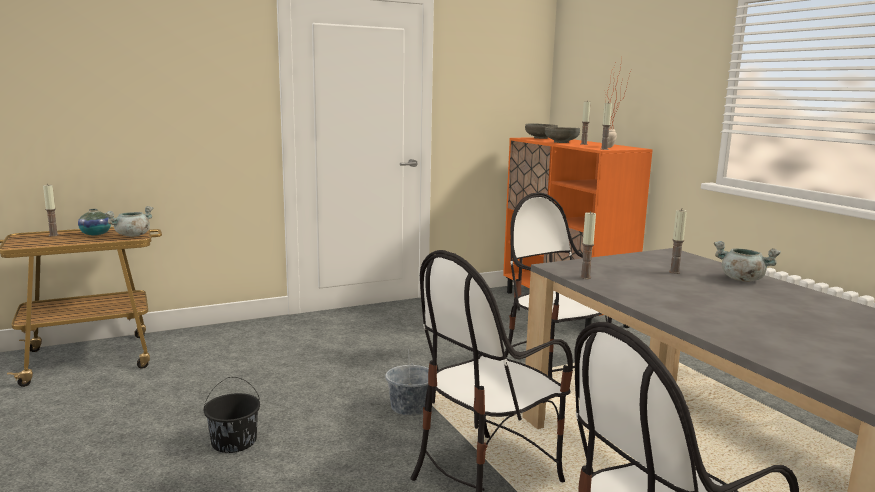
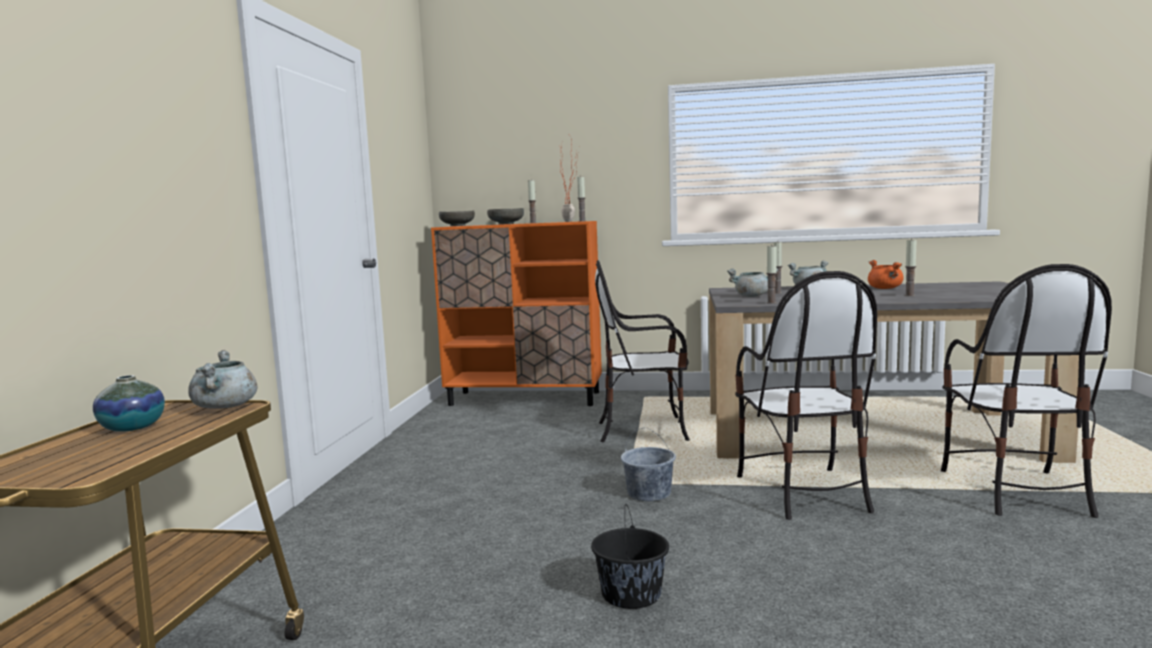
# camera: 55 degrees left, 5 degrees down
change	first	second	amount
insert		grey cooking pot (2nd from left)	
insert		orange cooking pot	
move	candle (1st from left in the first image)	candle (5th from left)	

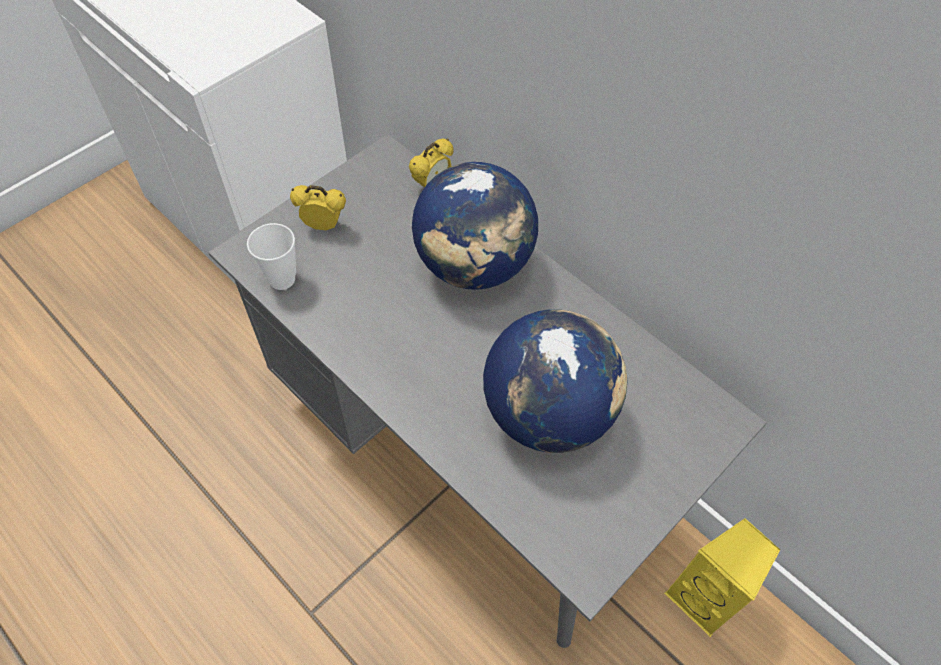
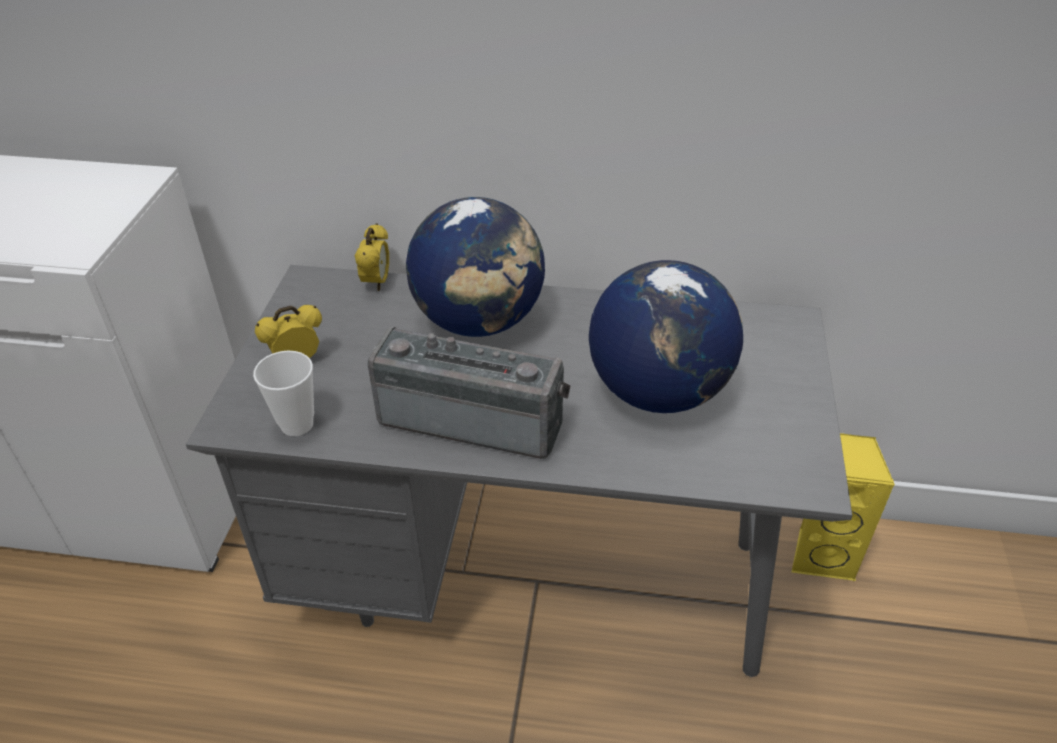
# camera: 35 degrees left, 15 degrees down
change	first	second	amount
insert		radio	

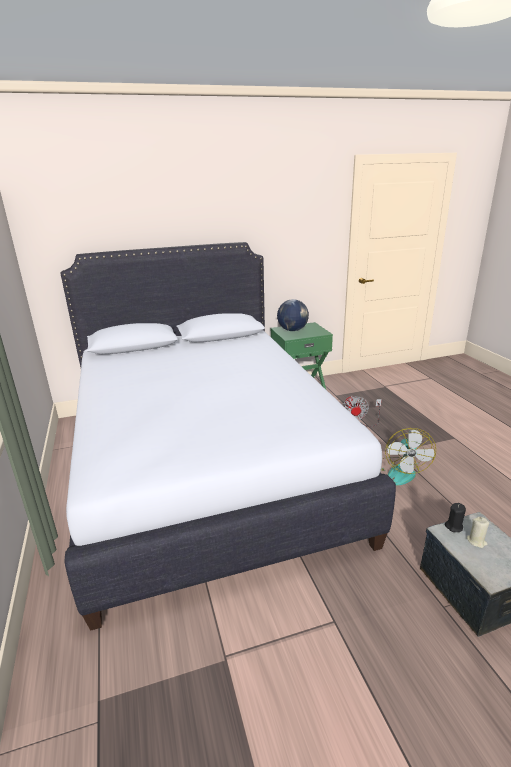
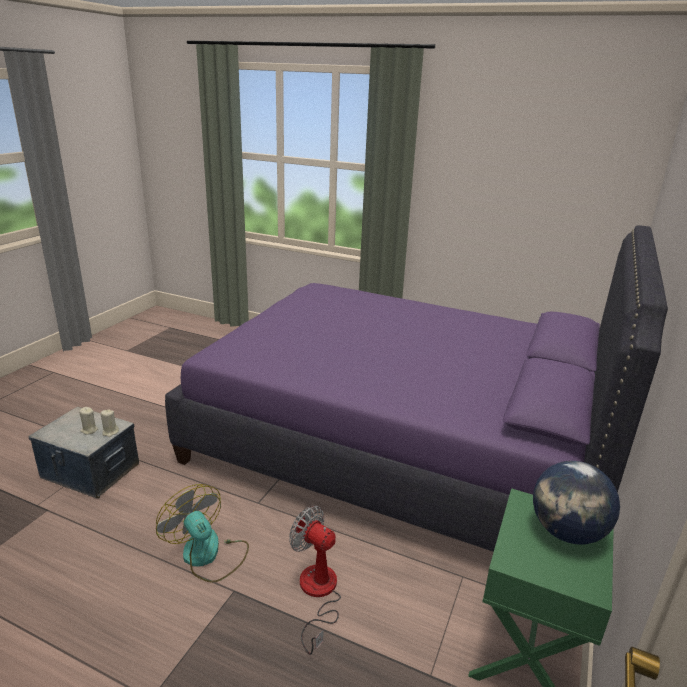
# camera: 130 degrees right, 0 degrees up
change	first	second	amount
recolor	black candle	beige candle (2nd from left)	
recolor	white bed	purple bed	

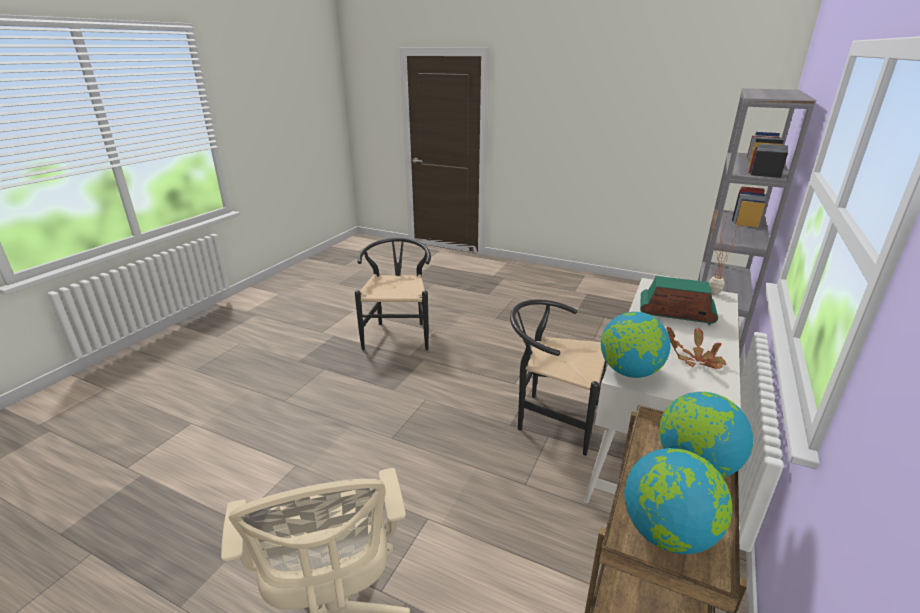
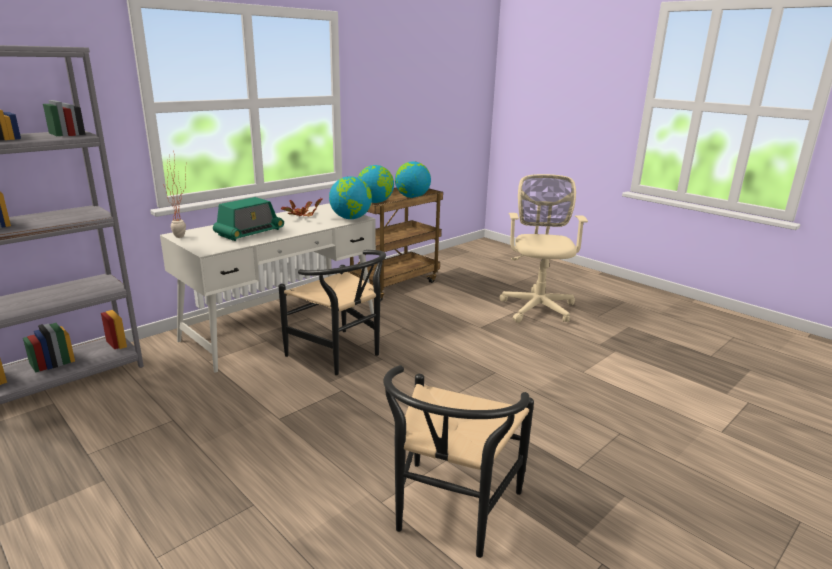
# camera: 160 degrees left, 5 degrees down
change	first	second	amount
rotate	radio		90 degrees counterclockwise

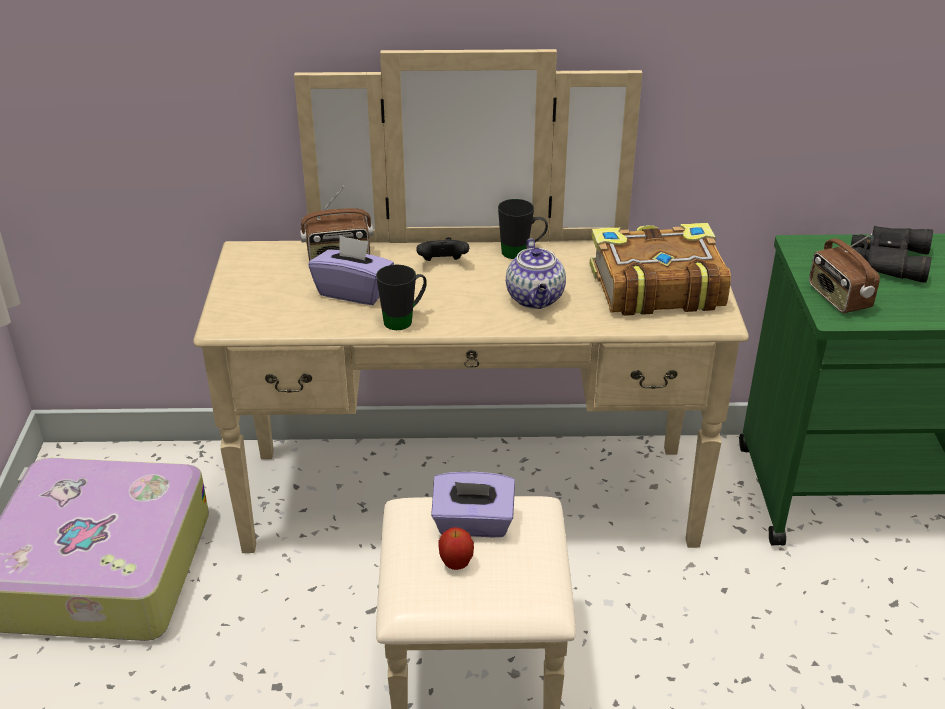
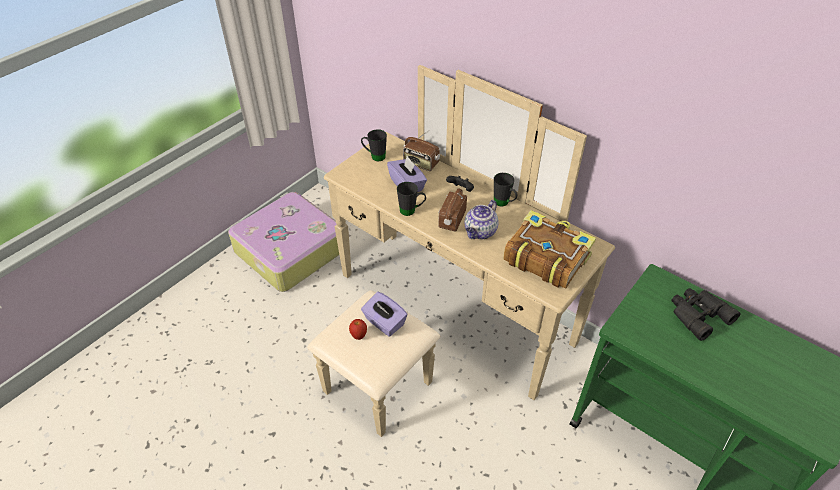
# camera: 40 degrees right, 10 degrees up
change	first	second	amount
insert		black mug (1st from left)	
move	radio (2nd from left)		

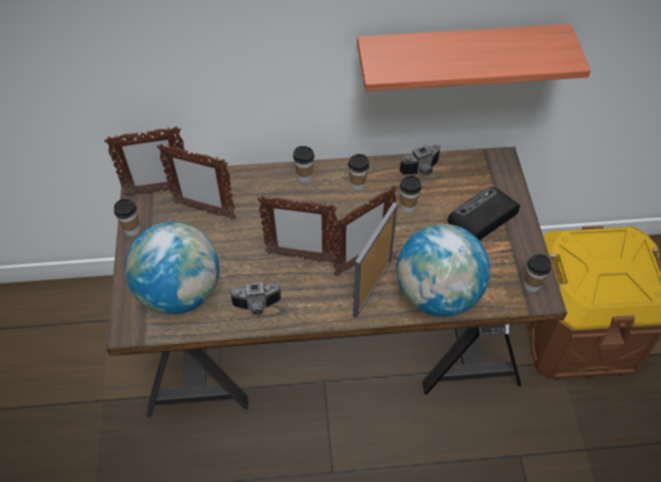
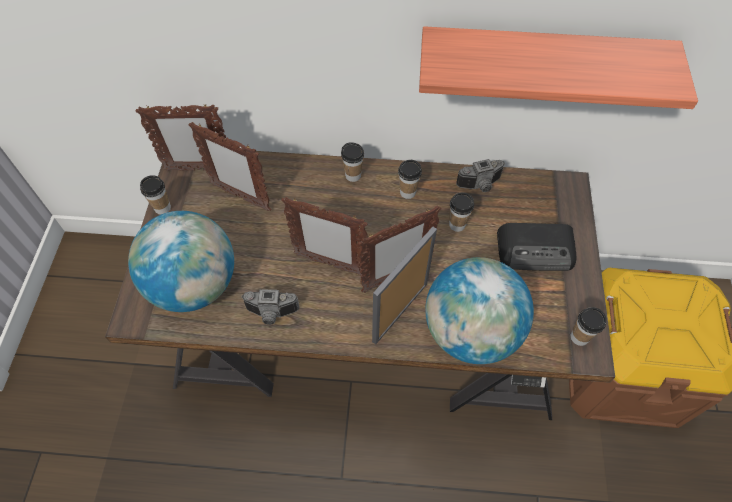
# camera: 10 degrees right, 5 degrees up
change	first	second	amount
rotate	radio		150 degrees counterclockwise

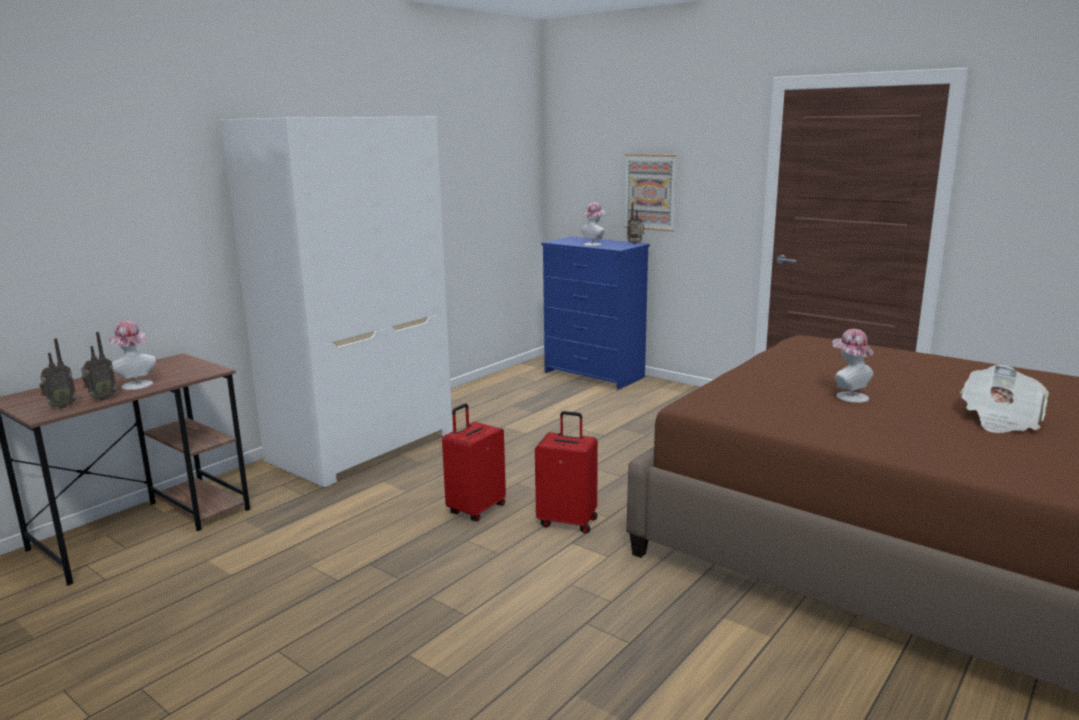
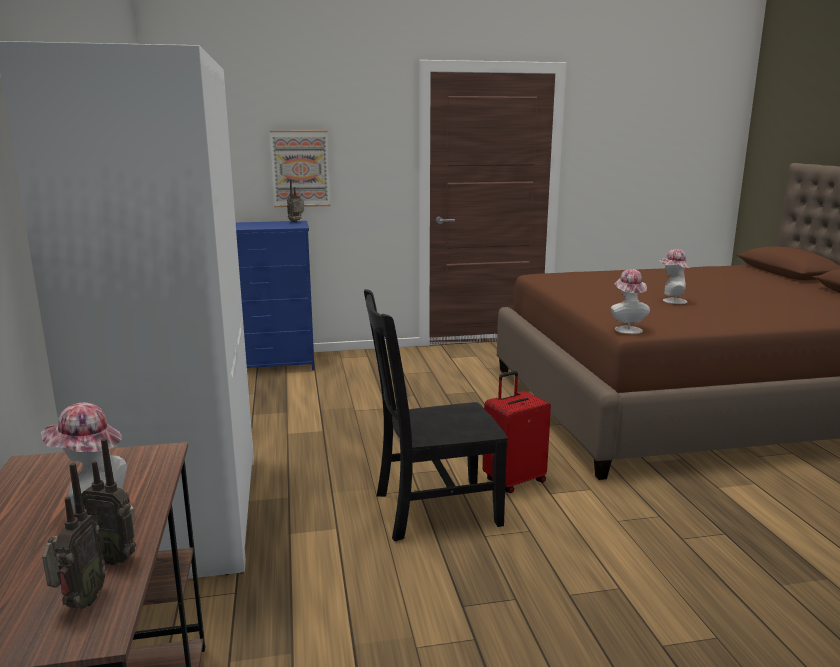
# camera: 50 degrees left, 0 degrees up
change	first	second	amount
rotate	radio (2nd from left)		105 degrees clockwise
replace	red suitcase (1st from left)	black chair	
move	hat (2nd from left)		
delete	newspaper		

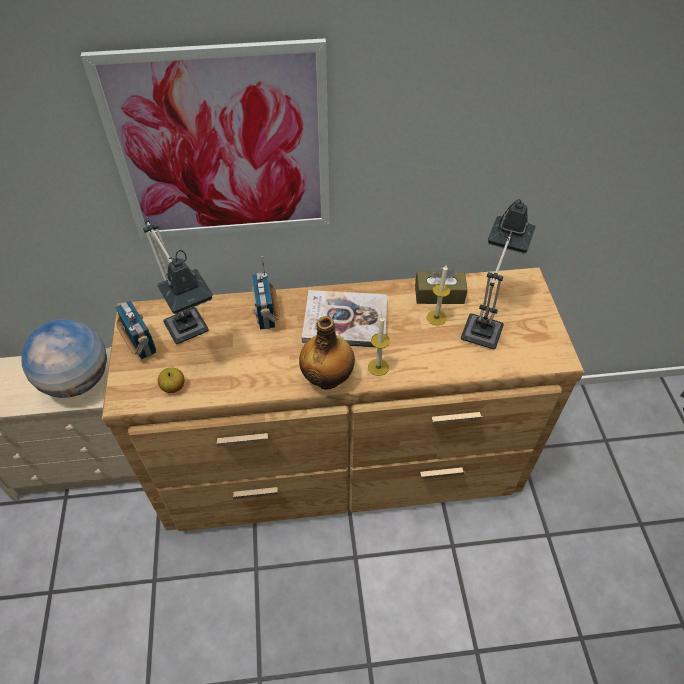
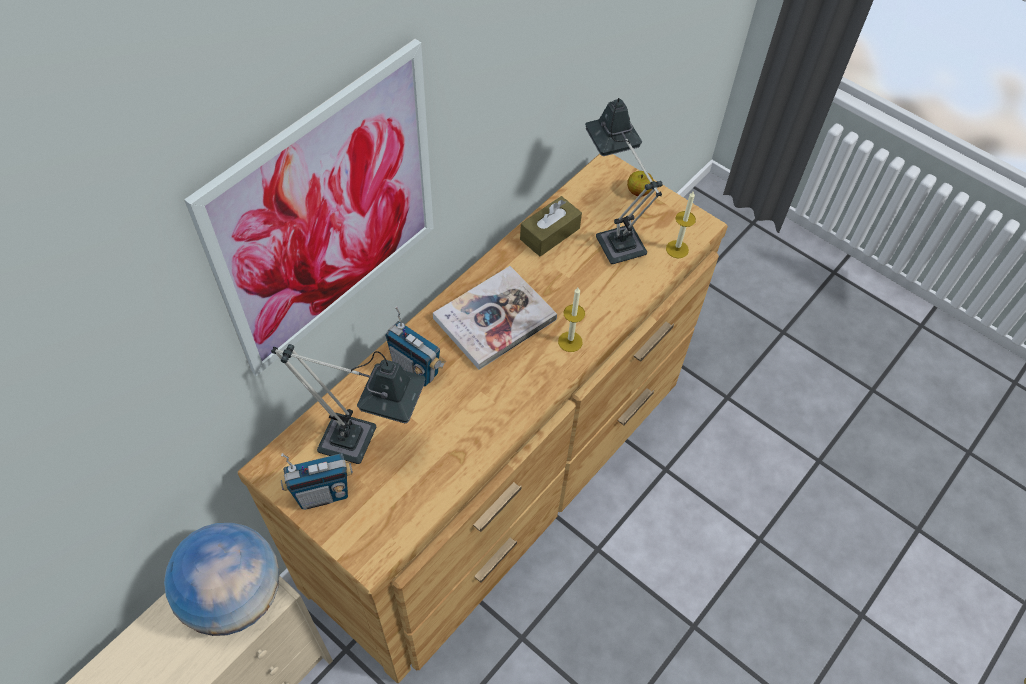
# camera: 45 degrees left, 5 degrees up
change	first	second	amount
rotate	radio (1st from left)		150 degrees clockwise
move	apple		
move	candle (2nd from left)		
delete	bottle		

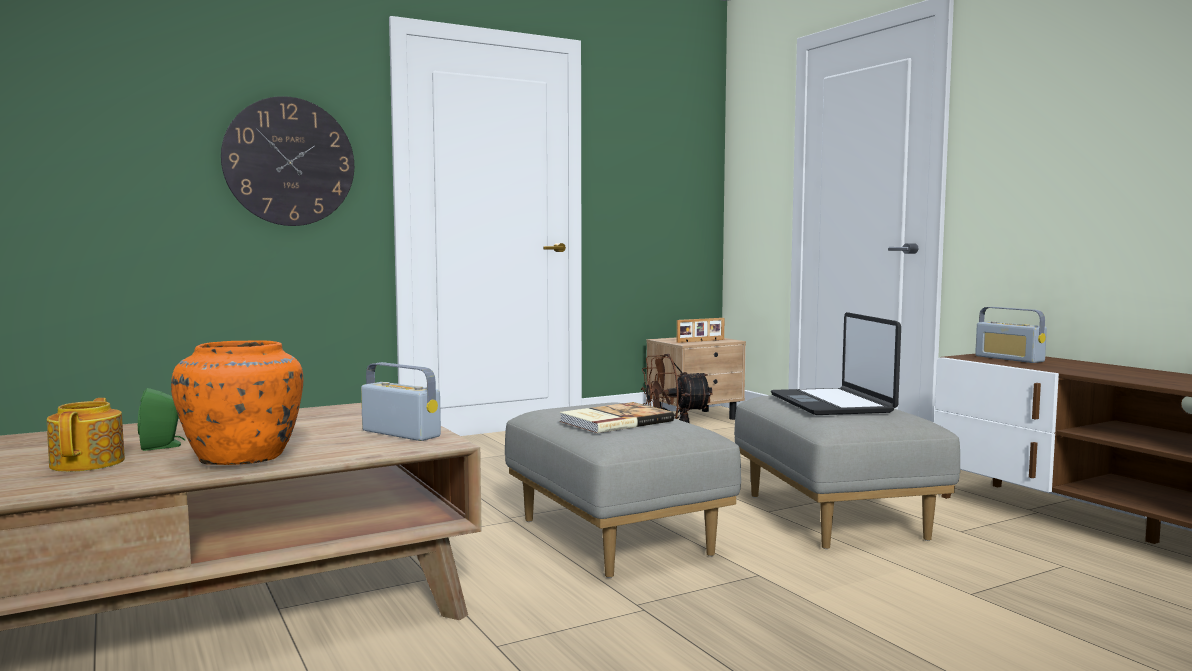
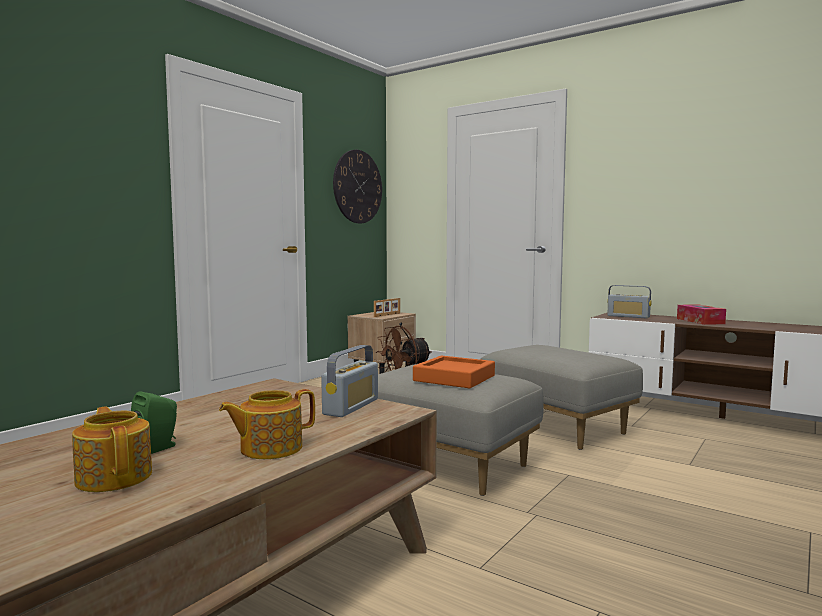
# camera: 25 degrees left, 0 degrees up
change	first	second	amount
replace	orange vase	teapot (2nd from left)	
rotate	radio (1st from left)		105 degrees clockwise
move	wall clock		
replace	book	orange tray	
insert		tissue box	
delete	laptop		

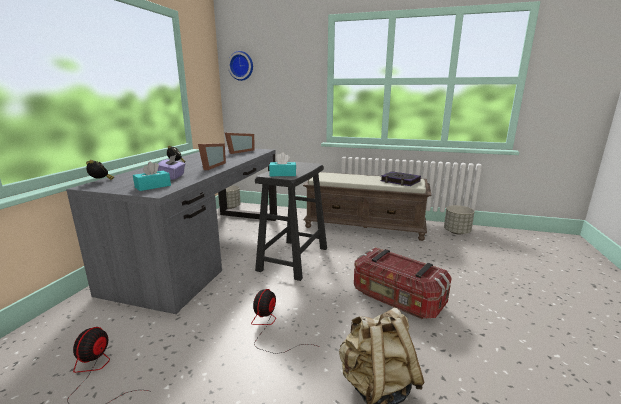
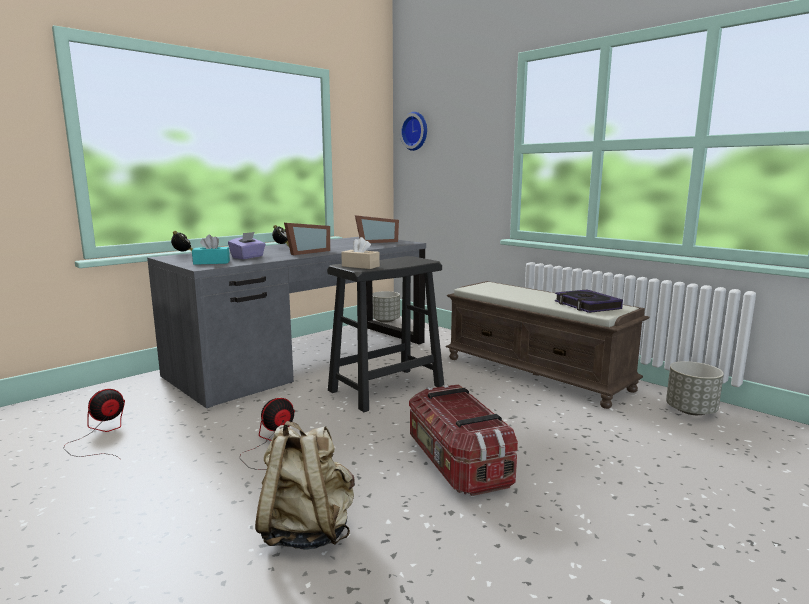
# camera: 30 degrees right, 5 degrees down
change	first	second	amount
recolor	turquoise tissue box (2nd from left)	beige tissue box	

